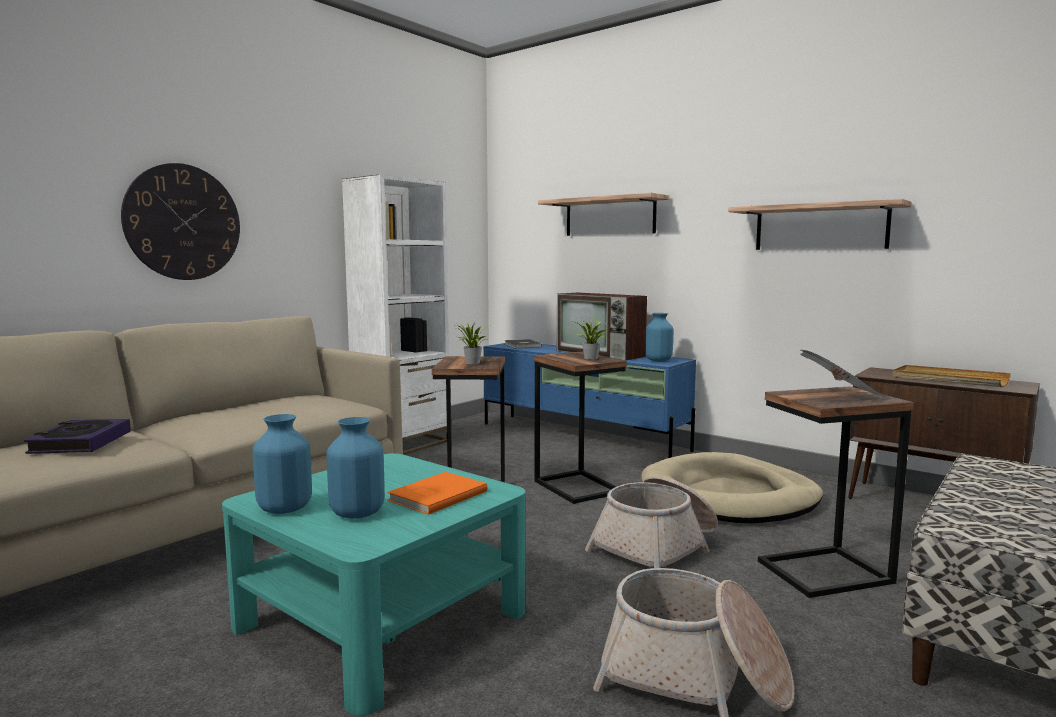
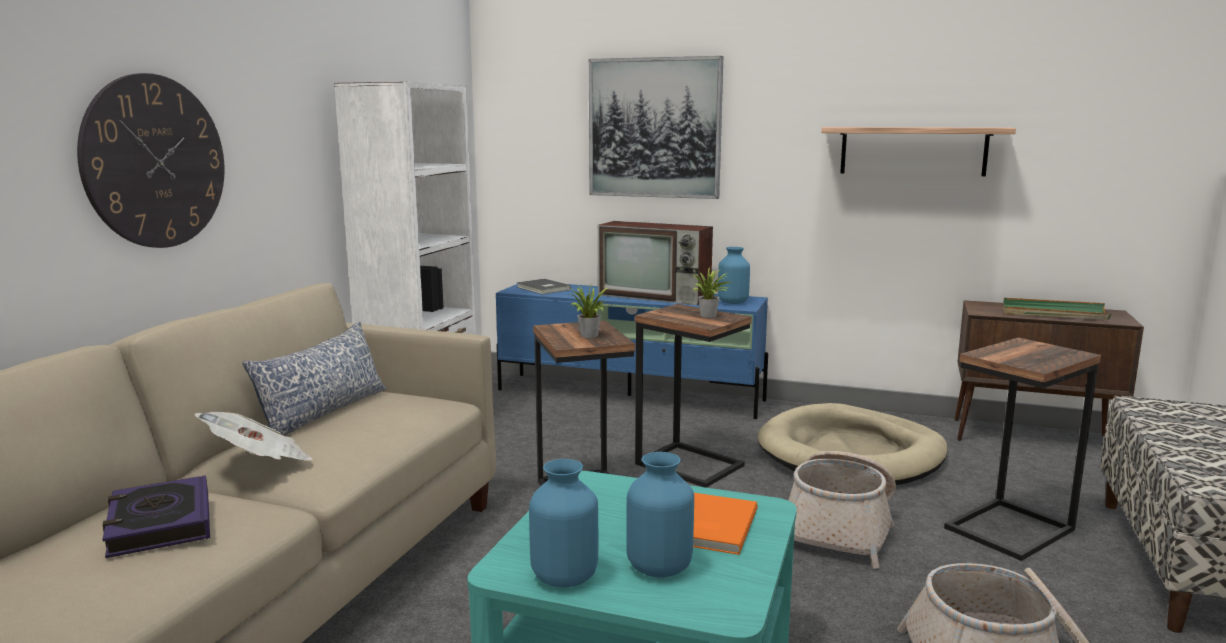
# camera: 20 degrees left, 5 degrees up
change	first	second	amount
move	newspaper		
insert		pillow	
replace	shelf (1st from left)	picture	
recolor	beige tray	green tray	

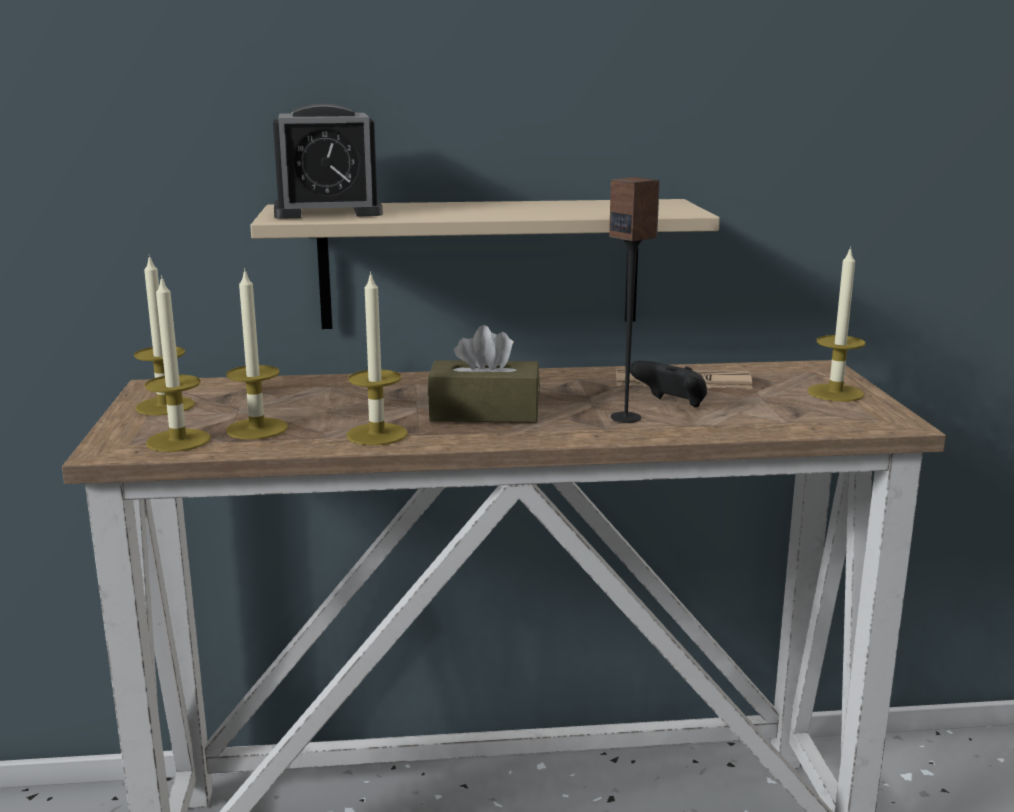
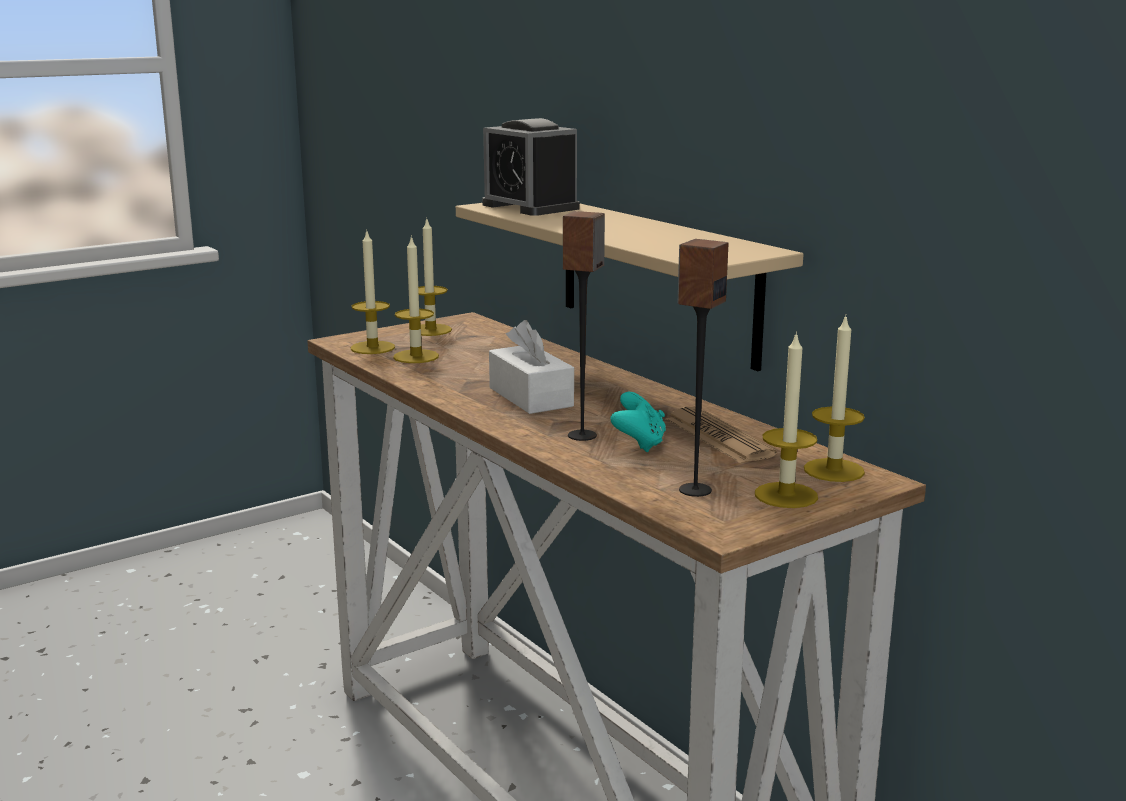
# camera: 60 degrees right, 0 degrees up
change	first	second	amount
recolor	brown tissue box	white tissue box	
recolor	black game controller	turquoise game controller	
insert		speaker (2nd from left)	
move	candle (4th from left in the first image)	candle (5th from left)	

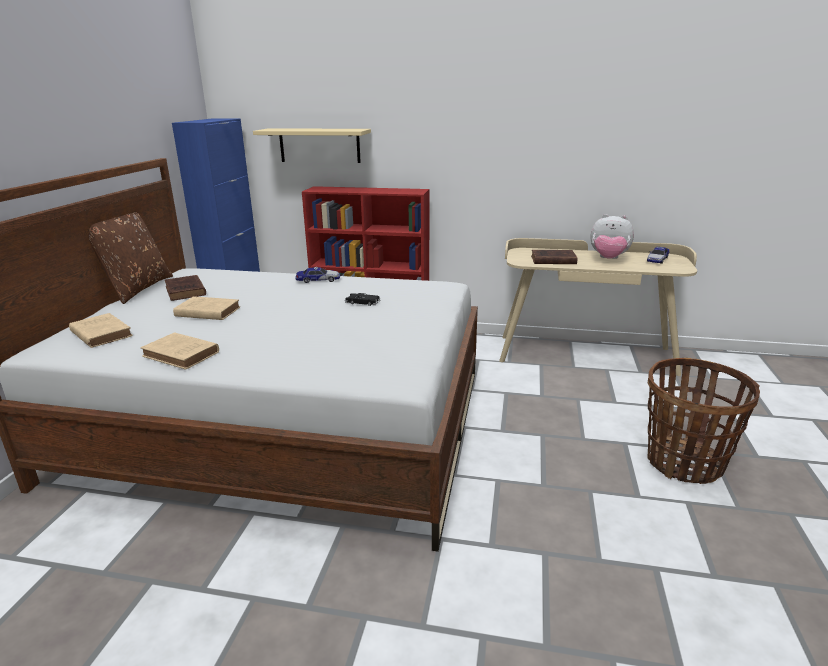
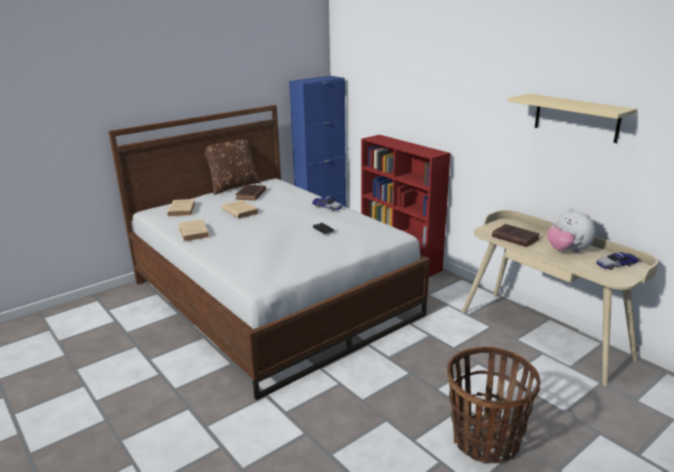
# camera: 40 degrees right, 0 degrees up
change	first	second	amount
move	beige shelf		

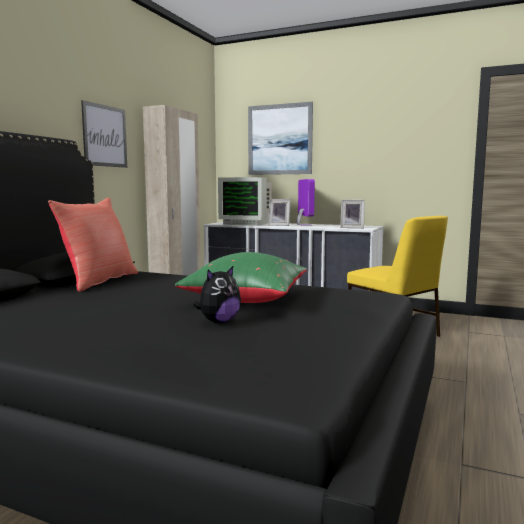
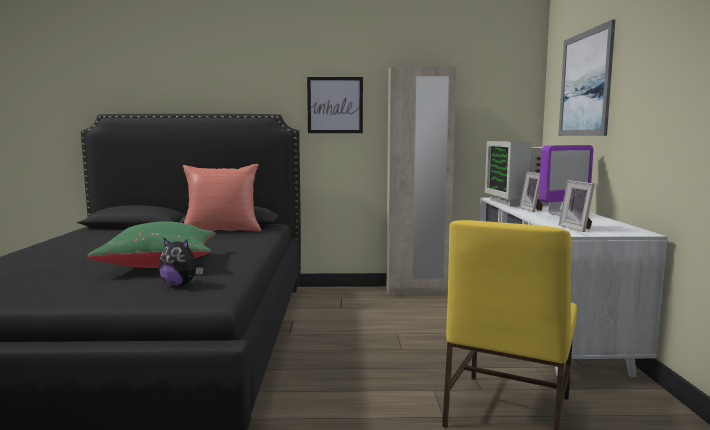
# camera: 65 degrees right, 0 degrees up
change	first	second	amount
move	plush toy		

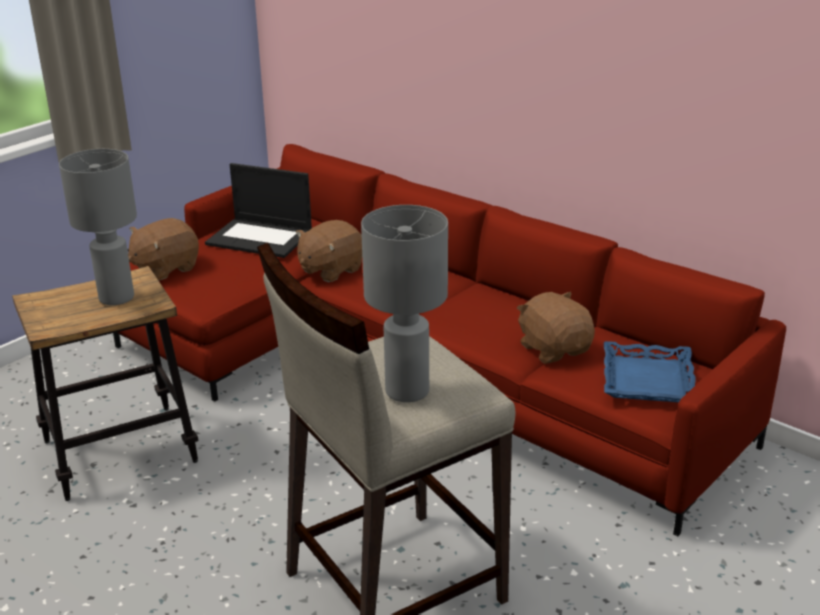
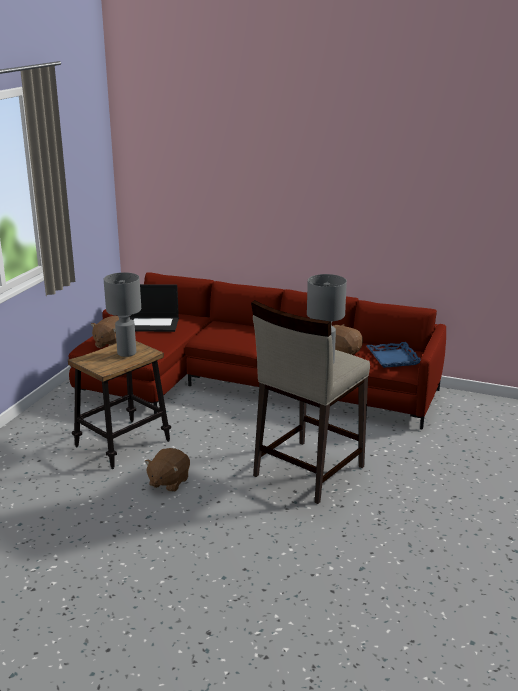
# camera: 20 degrees left, 5 degrees down
change	first	second	amount
move	brown plush toy (2nd from left)		

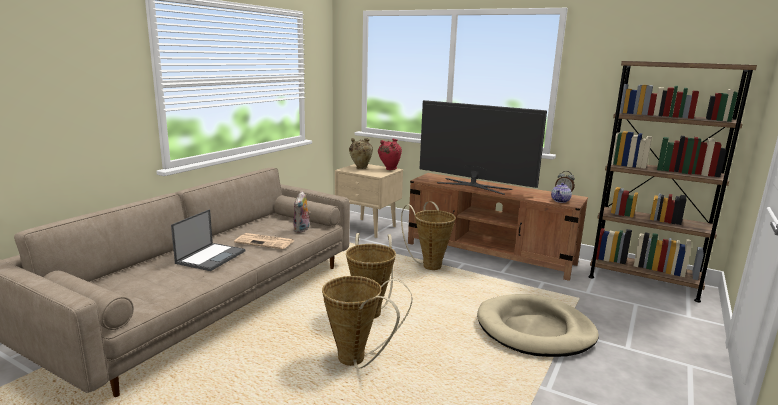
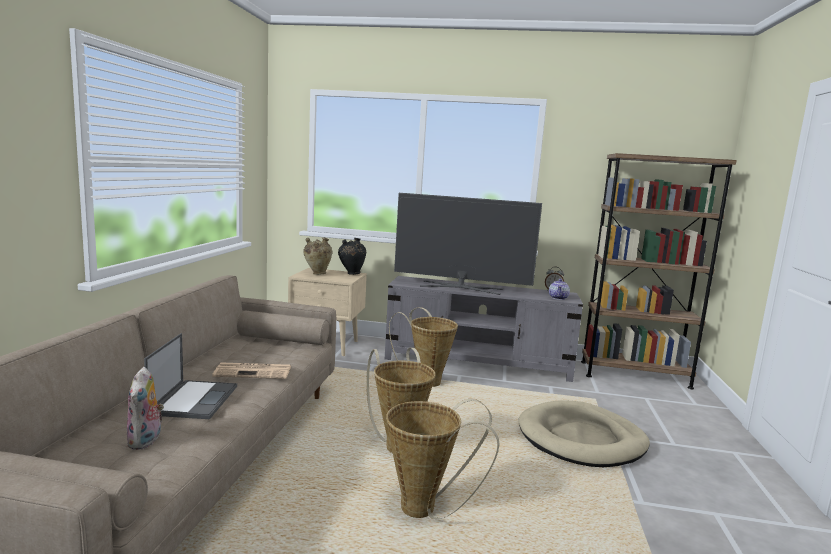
# camera: 20 degrees left, 5 degrees down
change	first	second	amount
move	plush toy		
recolor	red vase	black vase	
recolor	brown tv stand	grey tv stand	

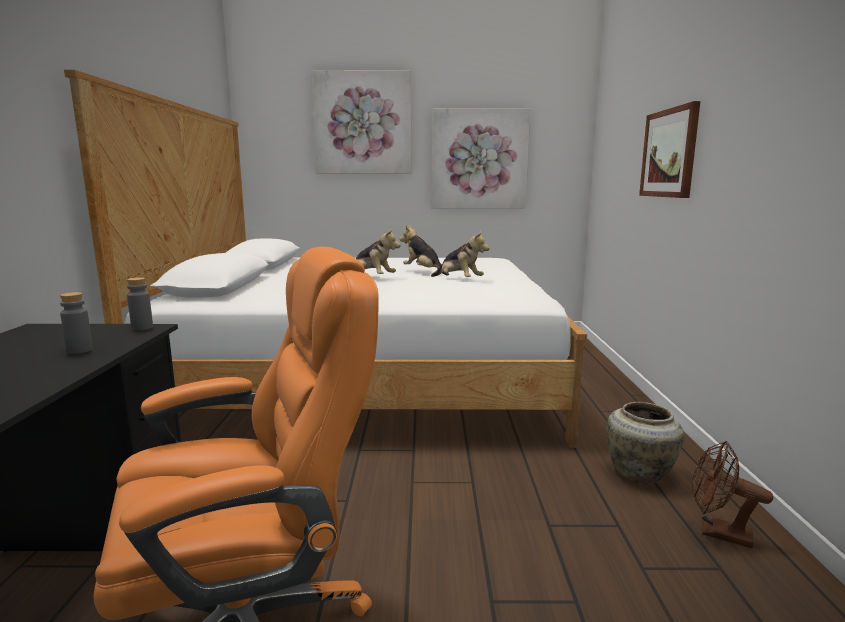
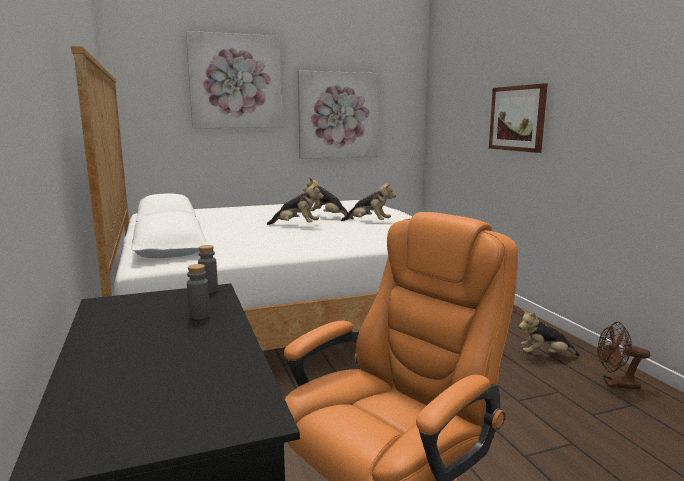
# camera: 20 degrees left, 0 degrees up
change	first	second	amount
replace	beige vase	plush toy (4th from left)	

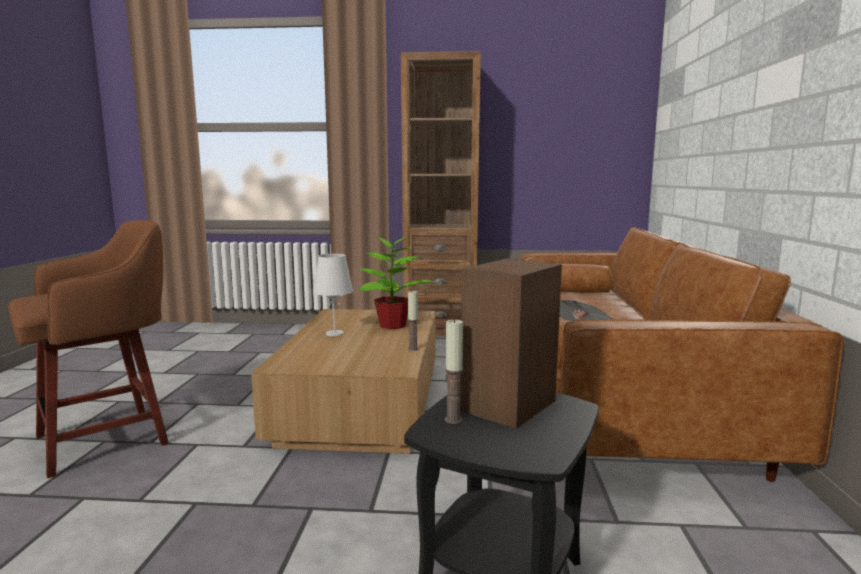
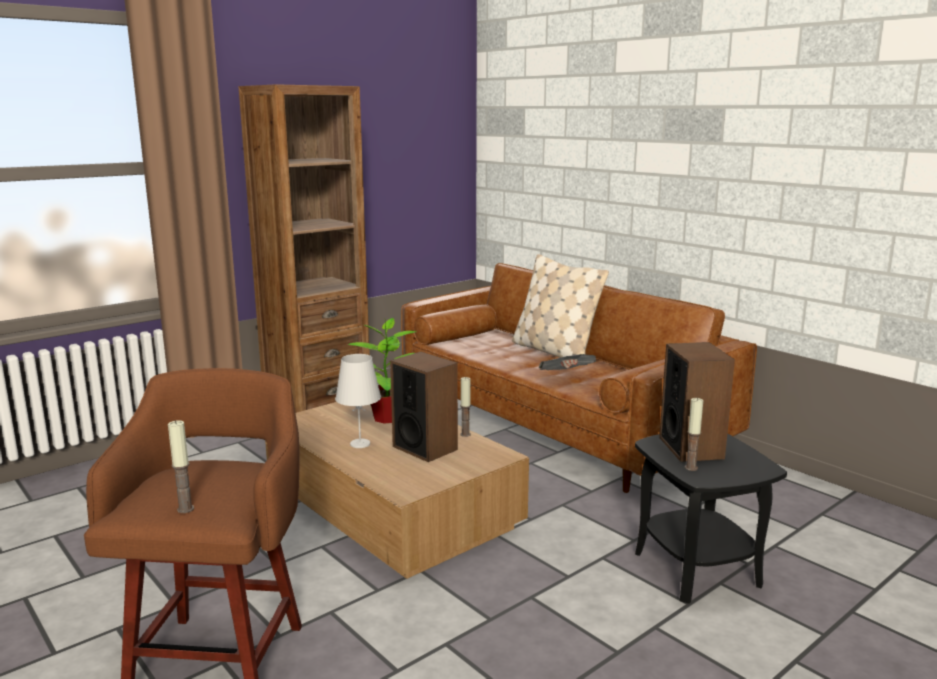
# camera: 45 degrees left, 5 degrees up
change	first	second	amount
insert		candle (1st from left)	
insert		speaker (1st from left)	
insert		beige pillow	

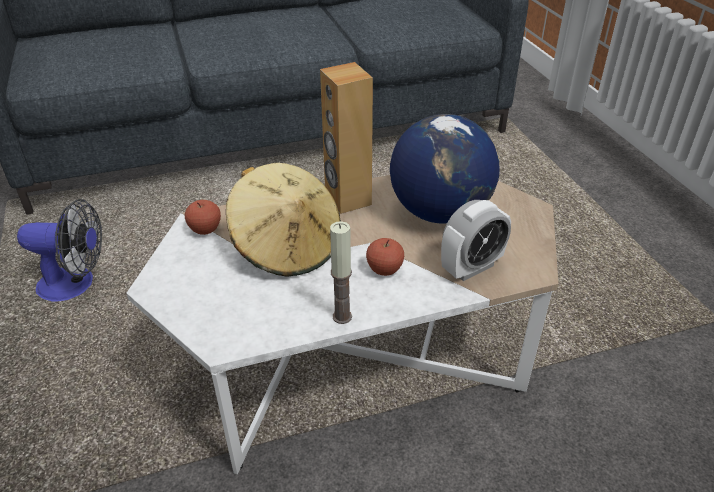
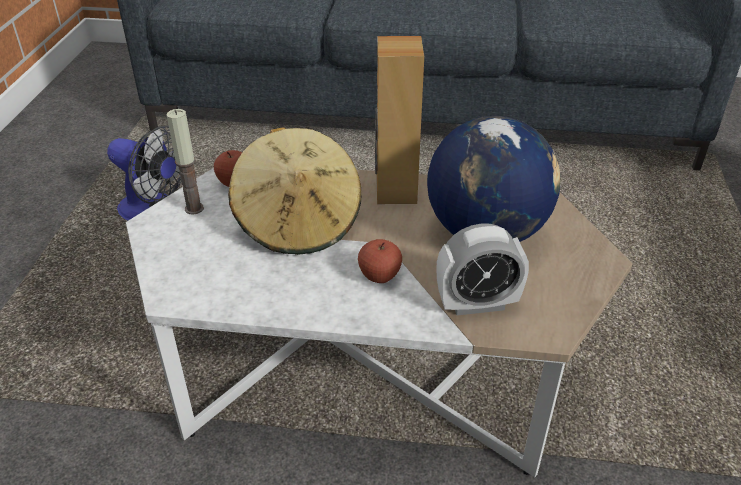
# camera: 25 degrees right, 0 degrees up
change	first	second	amount
move	candle		

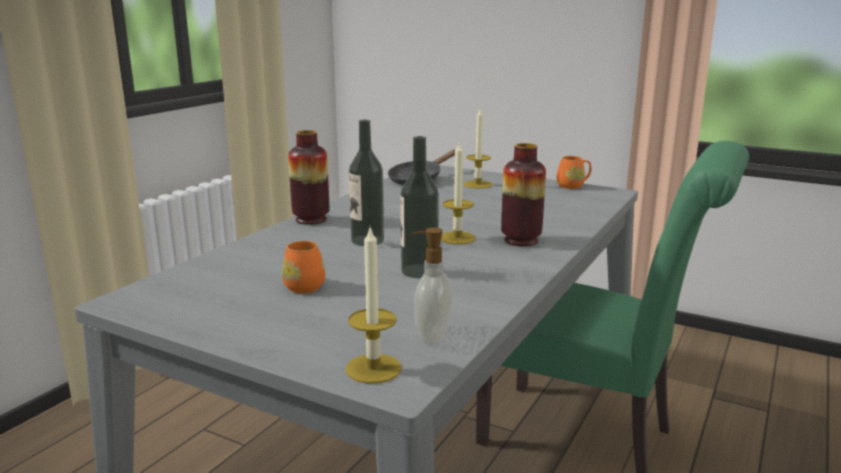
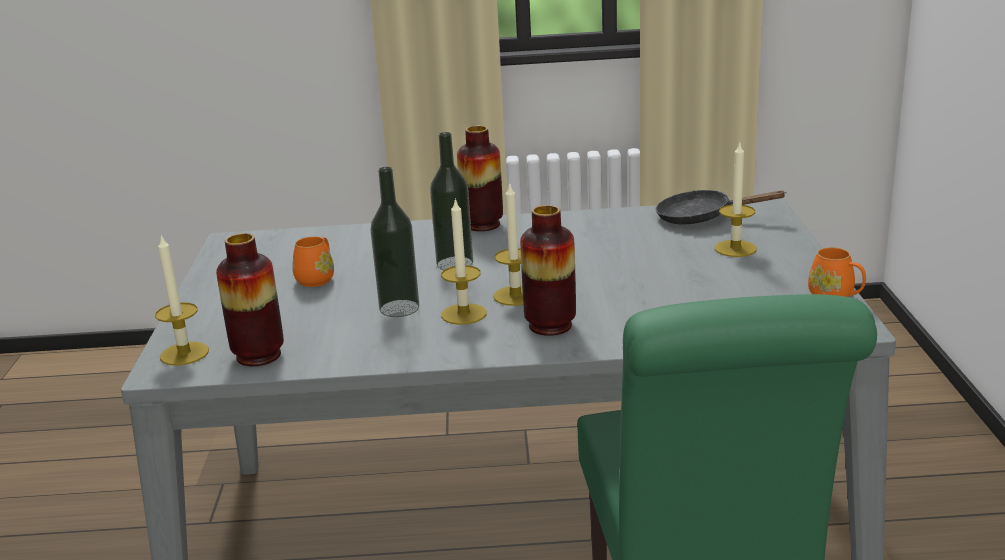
# camera: 60 degrees right, 5 degrees up
change	first	second	amount
replace	soap dispenser	vase (1st from left)	
insert		candle (2nd from left)	

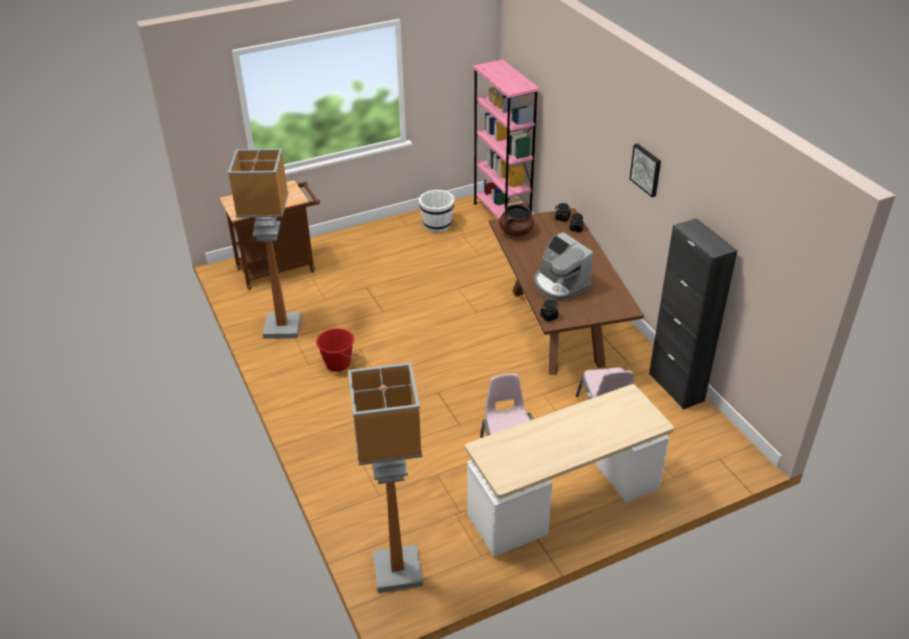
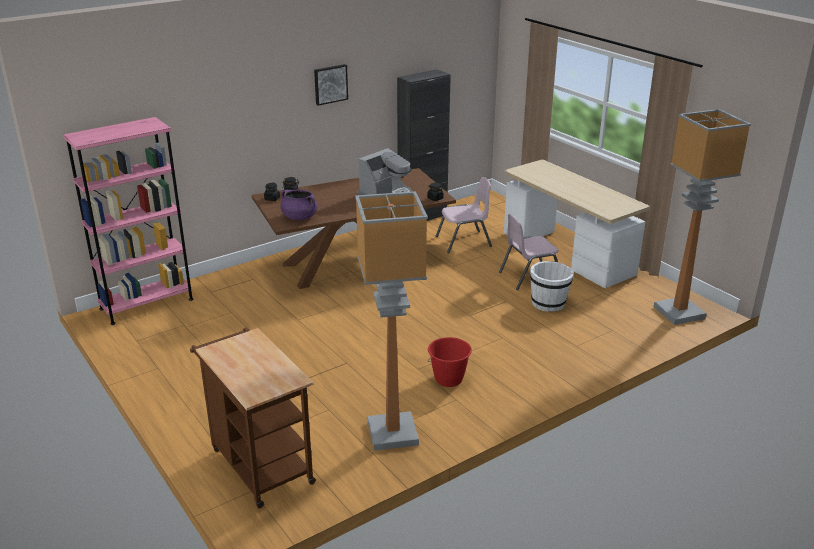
# camera: 100 degrees left, 10 degrees down
change	first	second	amount
recolor	brown cooking pot	purple cooking pot	
move	white bucket		

